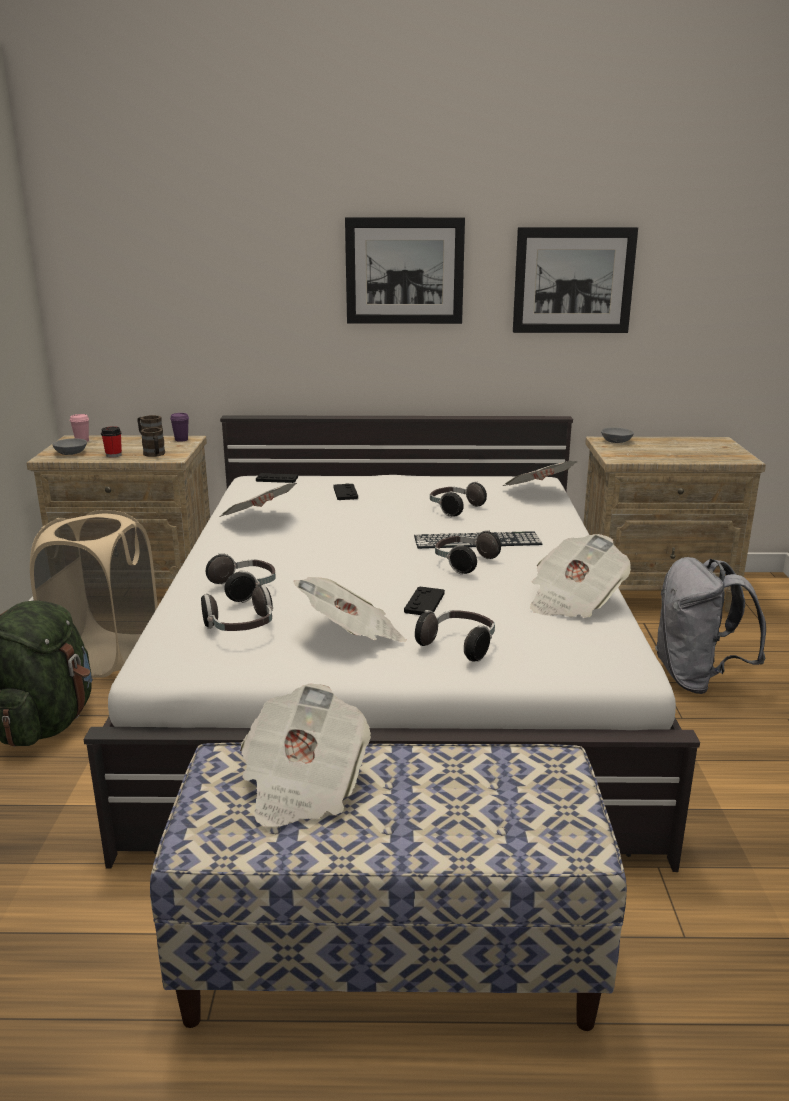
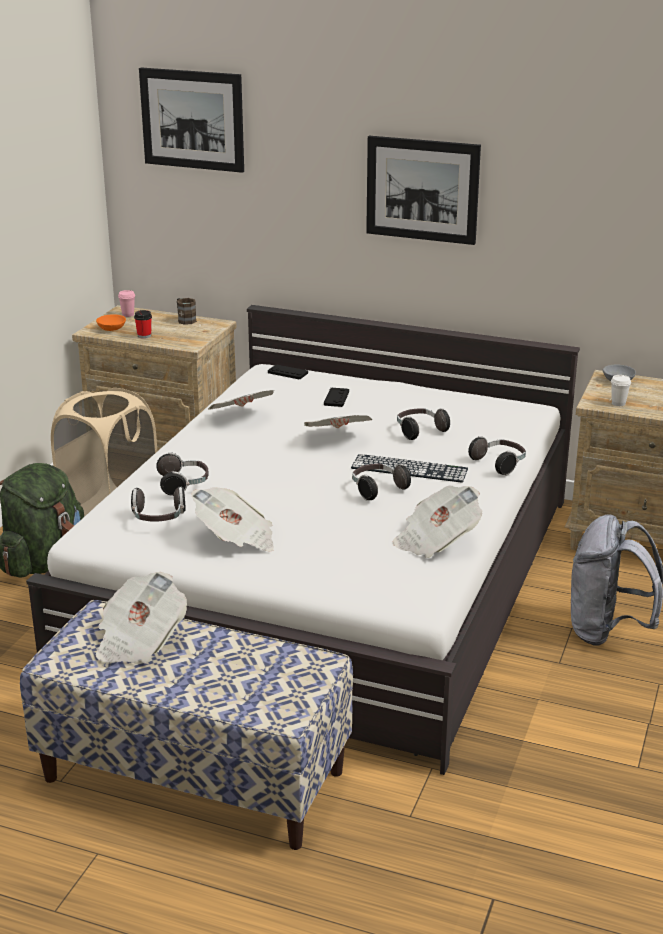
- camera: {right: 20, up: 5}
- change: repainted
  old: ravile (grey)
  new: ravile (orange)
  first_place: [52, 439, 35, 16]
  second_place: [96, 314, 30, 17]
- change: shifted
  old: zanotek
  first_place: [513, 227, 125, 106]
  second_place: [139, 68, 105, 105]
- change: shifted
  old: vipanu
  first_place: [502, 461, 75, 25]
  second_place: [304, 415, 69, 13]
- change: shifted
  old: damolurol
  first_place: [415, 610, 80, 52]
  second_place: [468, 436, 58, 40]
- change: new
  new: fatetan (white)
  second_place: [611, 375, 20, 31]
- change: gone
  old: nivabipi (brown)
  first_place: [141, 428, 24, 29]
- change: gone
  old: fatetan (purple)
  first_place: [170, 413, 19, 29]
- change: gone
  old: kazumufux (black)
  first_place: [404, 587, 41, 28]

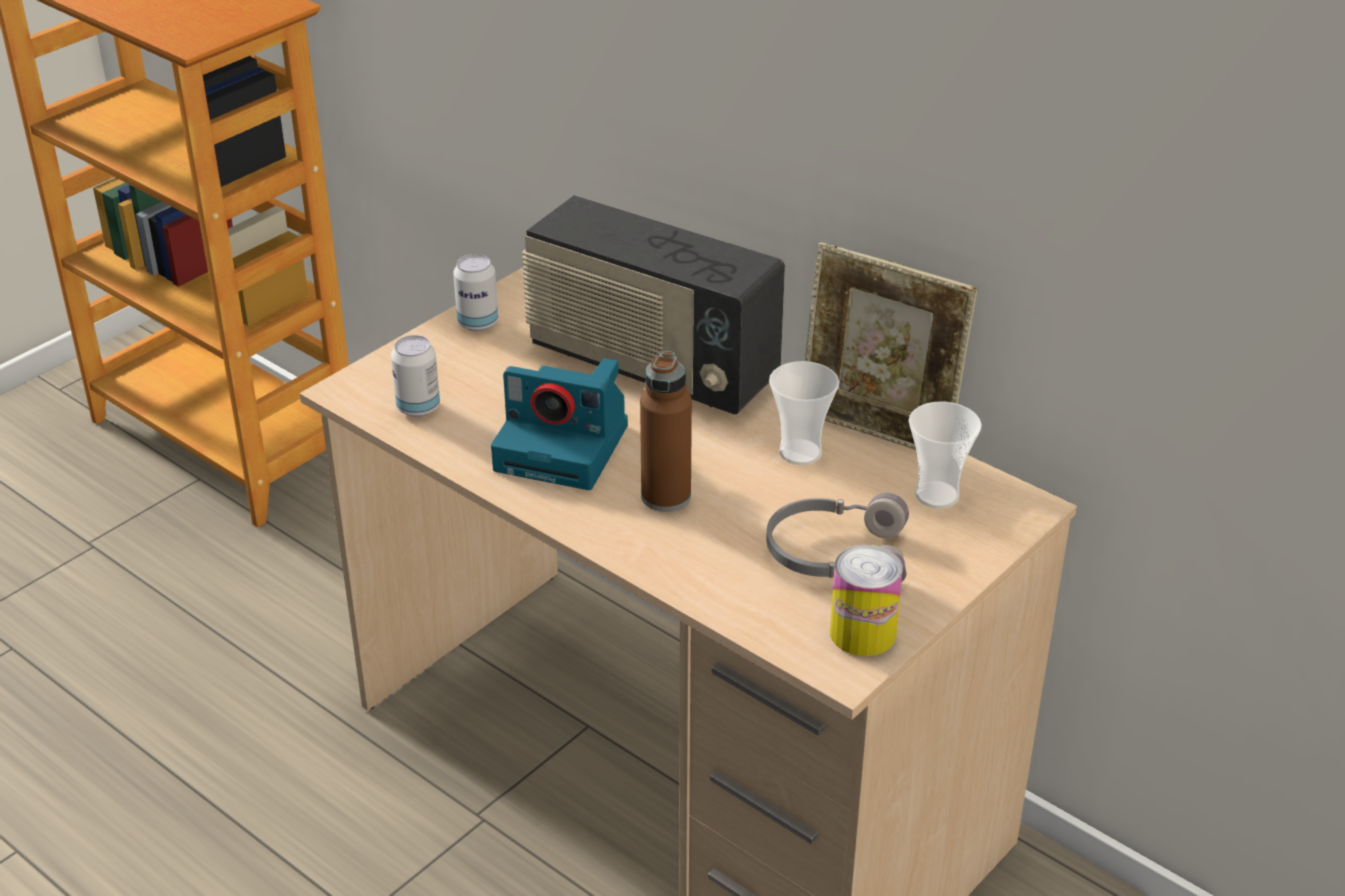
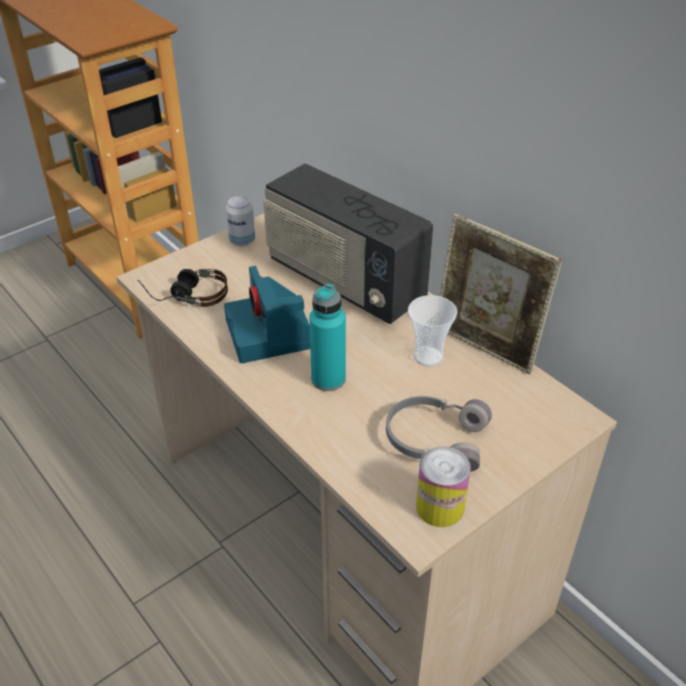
- camera: {right: 10, up: 5}
- change: swapped
  old: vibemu
  new: damolurol
  first_place: [391, 335, 49, 82]
  second_place: [137, 269, 91, 38]
- change: rotated
  old: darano
  first_place: [491, 358, 137, 132]
  second_place: [224, 266, 86, 97]
  degrees: 45
- change: repainted
  old: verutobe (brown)
  new: verutobe (turquoise)
  first_place: [640, 351, 52, 161]
  second_place: [309, 283, 37, 108]
- change: gone
  old: fatetan
  first_place: [909, 402, 72, 107]

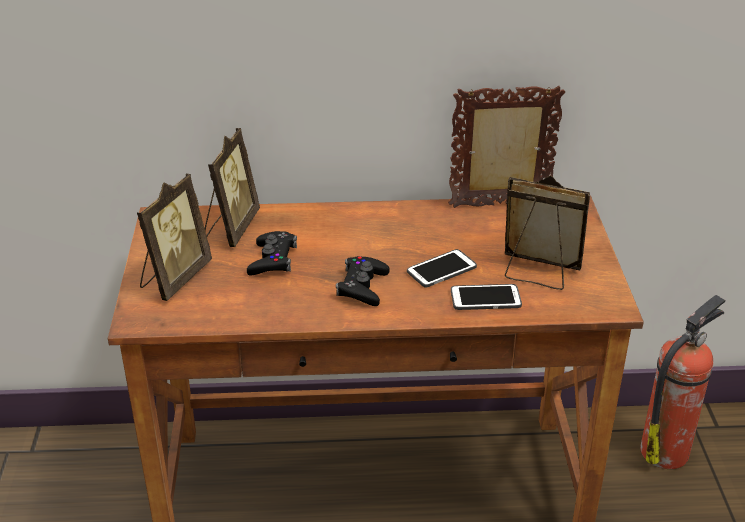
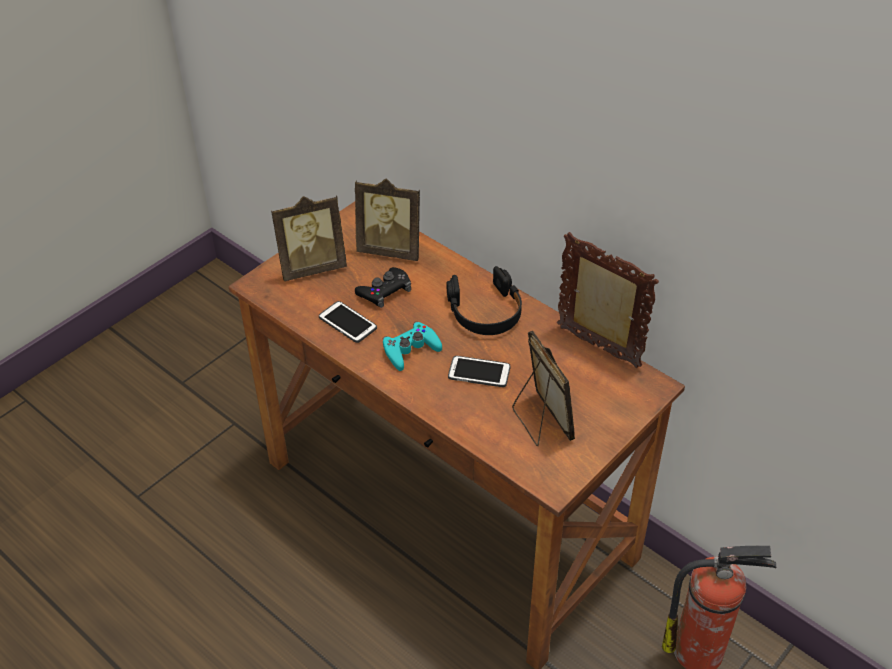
- camera: {right: 45, up: 10}
- change: shifted
  old: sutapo
  first_place: [451, 284, 71, 26]
  second_place: [319, 301, 58, 42]
- change: rotated
  old: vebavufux
  first_place: [205, 128, 55, 119]
  second_place: [355, 179, 65, 82]
  degrees: 45
- change: repainted
  old: kazumufux (black)
  new: kazumufux (turquoise)
  first_place: [336, 256, 53, 50]
  second_place: [383, 322, 59, 49]
- change: new
  new: damolurol (black)
  second_place: [447, 266, 75, 69]

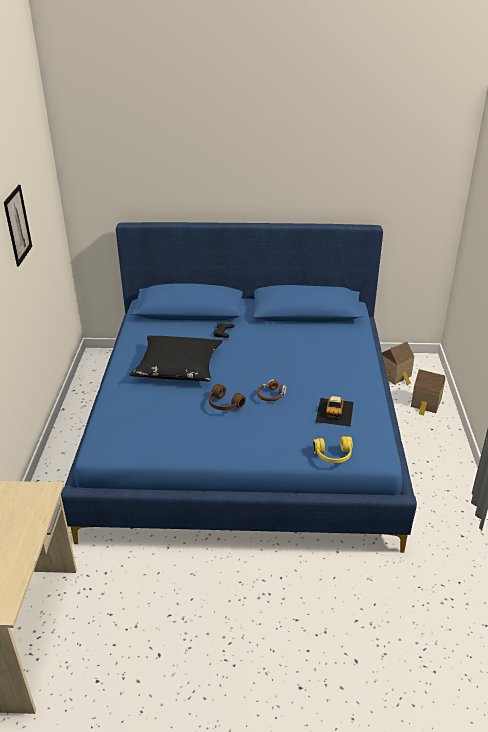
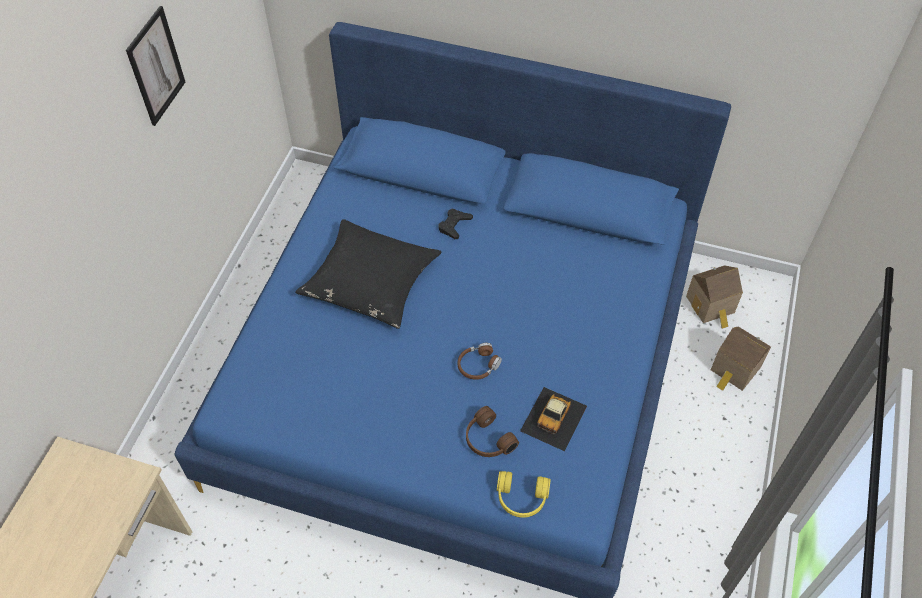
- camera: {right: 15, up: 20}
- change: shifted
  old: damolurol (brown)
  first_place: [209, 384, 37, 26]
  second_place: [466, 406, 53, 51]

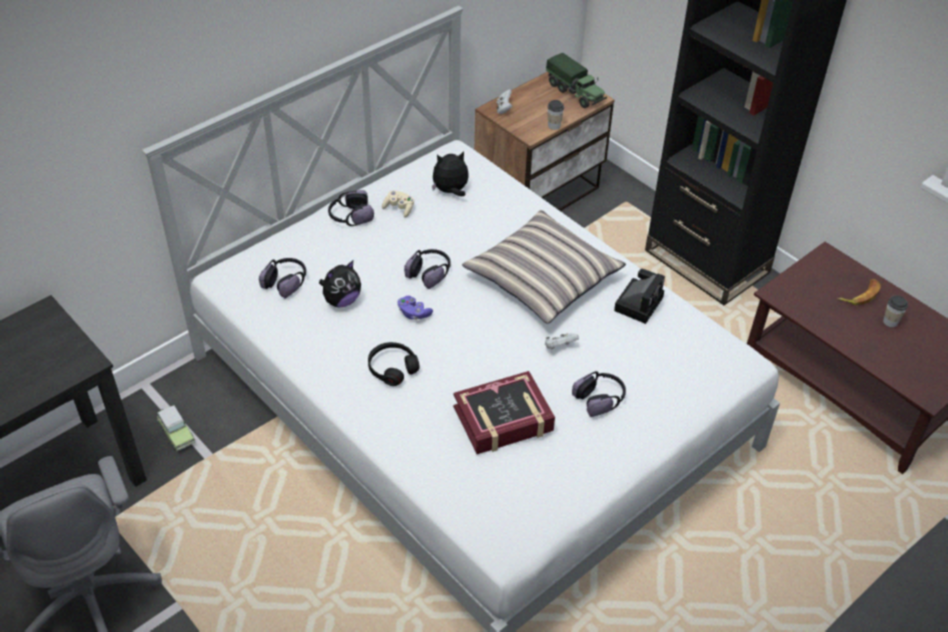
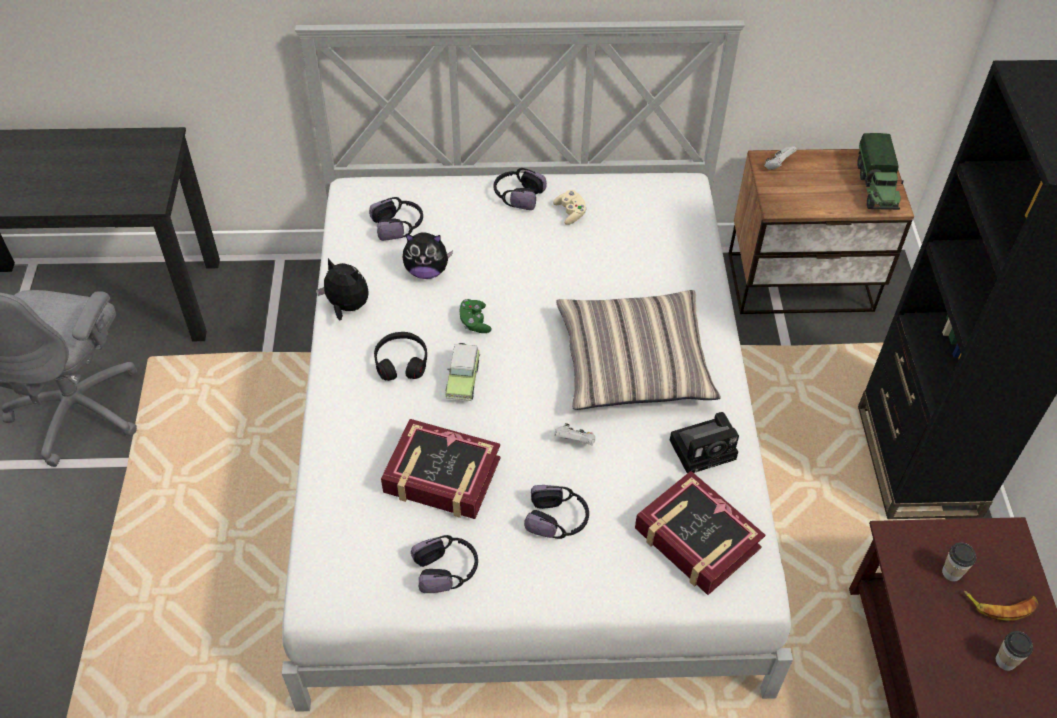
- camera: {right: 40, up: 5}
- change: shifted
  old: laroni
  first_place: [432, 151, 37, 46]
  second_place: [316, 258, 53, 63]
- change: shifted
  old: damolurol
  first_place: [404, 249, 47, 40]
  second_place: [411, 535, 67, 58]
- change: shifted
  old: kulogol
  first_place: [157, 405, 38, 46]
  second_place: [445, 343, 35, 58]
- change: repainted
  old: kazumufux (purple)
  new: kazumufux (green)
  first_place: [397, 296, 36, 24]
  second_place: [460, 299, 32, 34]
- change: new
  new: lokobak
  second_place: [635, 471, 130, 124]
- change: shifted
  old: fatetan
  first_place: [547, 100, 17, 30]
  second_place: [942, 543, 34, 39]

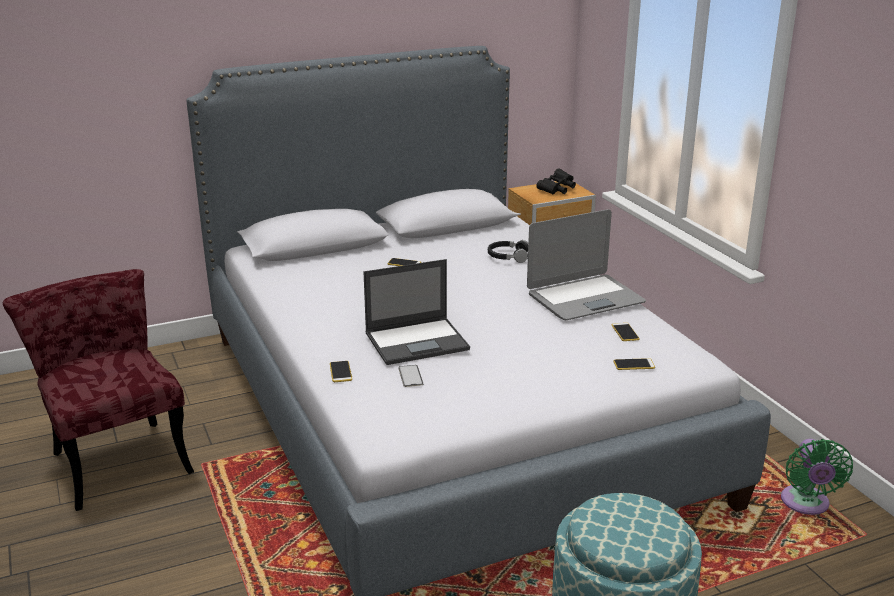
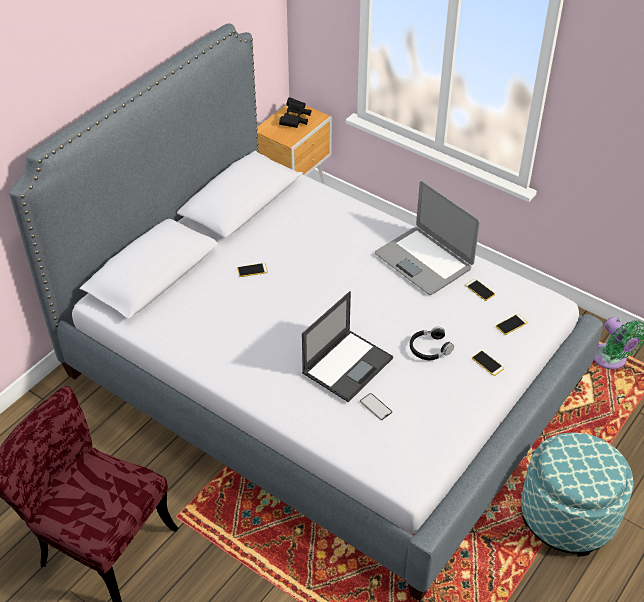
- camera: {right: -30, up: 20}
- change: rotated
  old: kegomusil
  first_place: [527, 209, 119, 111]
  second_place: [375, 181, 105, 114]
  degrees: 105
- change: shifted
  old: damolurol (black)
  first_place: [488, 240, 40, 23]
  second_place: [410, 327, 44, 33]
- change: shifted
  old: sutapo
  first_place: [330, 361, 22, 21]
  second_place: [472, 351, 32, 25]

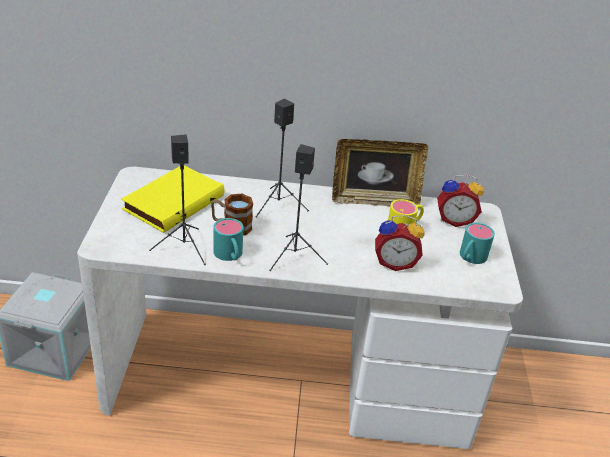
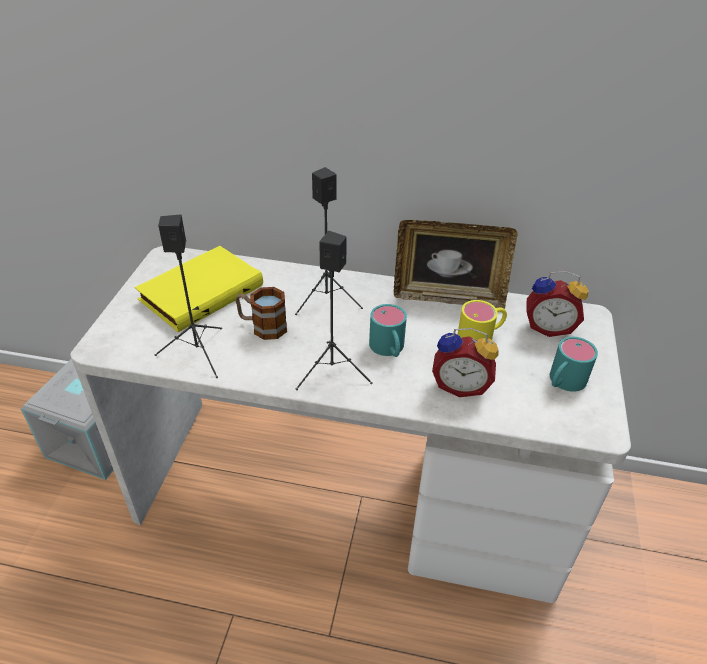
- camera: {right: 10, up: 5}
- change: shifted
  old: nivabipi (turquoise)
  first_place: [213, 218, 30, 43]
  second_place: [369, 304, 38, 53]

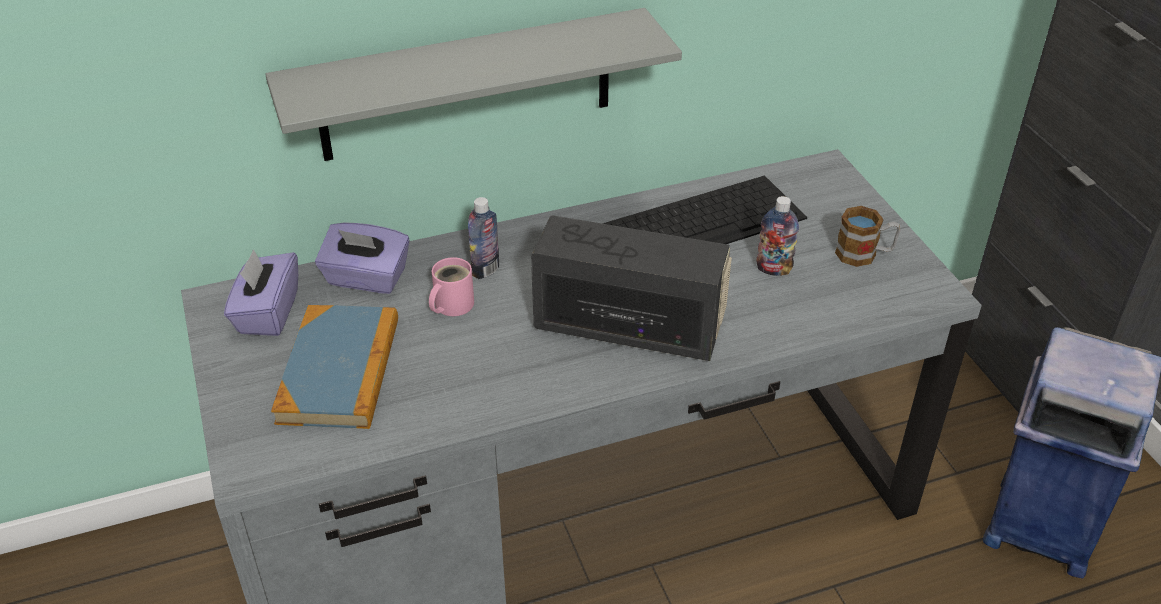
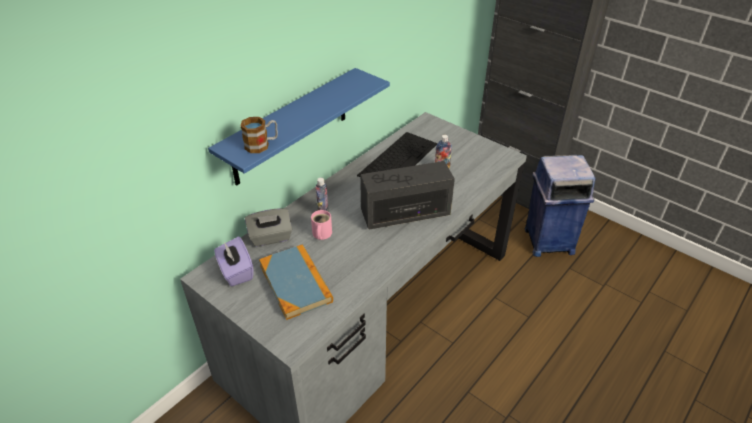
- camera: {right: -30, up: 0}
- change: repainted
  old: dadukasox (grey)
  new: dadukasox (blue)
  first_place: [265, 8, 417, 153]
  second_place: [208, 68, 182, 117]
- change: shifted
  old: nivabipi
  first_place: [835, 206, 66, 61]
  second_place: [241, 117, 37, 36]
- change: repainted
  old: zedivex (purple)
  new: zedivex (grey)
  first_place: [315, 222, 95, 72]
  second_place: [245, 208, 47, 39]

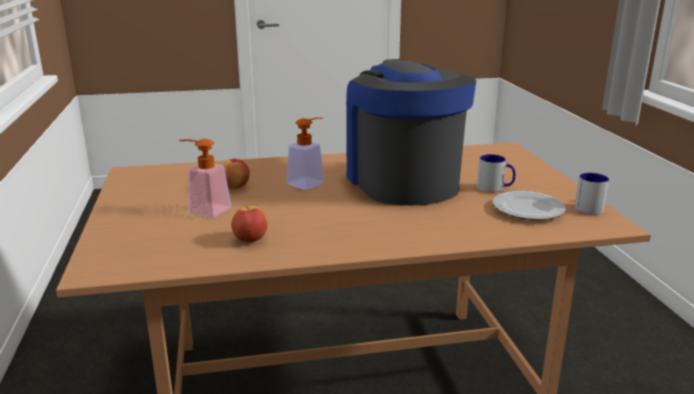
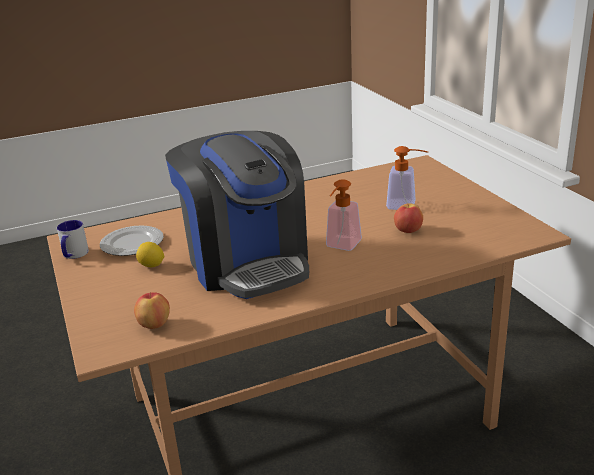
- camera: {right: 170, up: 5}
- change: shifted
  old: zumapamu
  first_place: [231, 206, 36, 36]
  second_place: [134, 292, 36, 37]
- change: swapped
  old: nivabipi
  new: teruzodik
  first_place: [477, 154, 38, 39]
  second_place: [136, 242, 28, 25]

